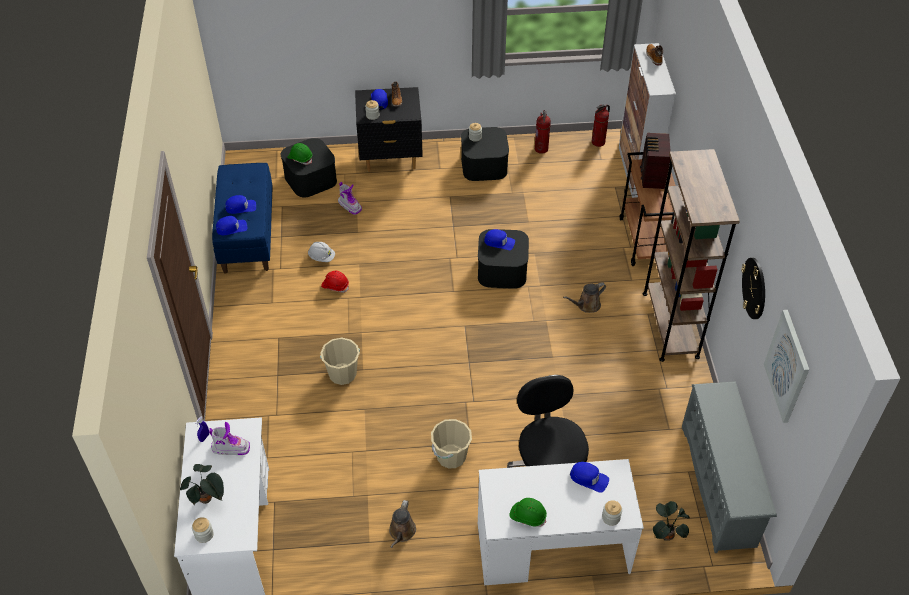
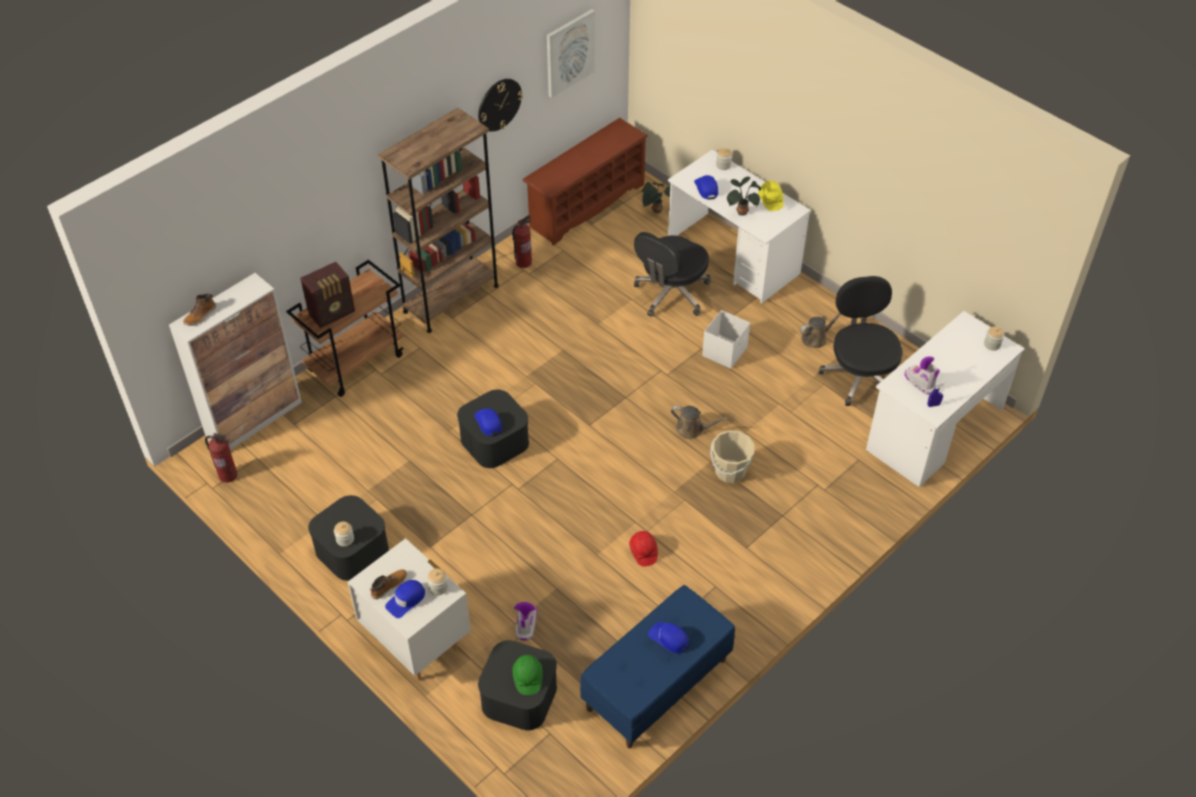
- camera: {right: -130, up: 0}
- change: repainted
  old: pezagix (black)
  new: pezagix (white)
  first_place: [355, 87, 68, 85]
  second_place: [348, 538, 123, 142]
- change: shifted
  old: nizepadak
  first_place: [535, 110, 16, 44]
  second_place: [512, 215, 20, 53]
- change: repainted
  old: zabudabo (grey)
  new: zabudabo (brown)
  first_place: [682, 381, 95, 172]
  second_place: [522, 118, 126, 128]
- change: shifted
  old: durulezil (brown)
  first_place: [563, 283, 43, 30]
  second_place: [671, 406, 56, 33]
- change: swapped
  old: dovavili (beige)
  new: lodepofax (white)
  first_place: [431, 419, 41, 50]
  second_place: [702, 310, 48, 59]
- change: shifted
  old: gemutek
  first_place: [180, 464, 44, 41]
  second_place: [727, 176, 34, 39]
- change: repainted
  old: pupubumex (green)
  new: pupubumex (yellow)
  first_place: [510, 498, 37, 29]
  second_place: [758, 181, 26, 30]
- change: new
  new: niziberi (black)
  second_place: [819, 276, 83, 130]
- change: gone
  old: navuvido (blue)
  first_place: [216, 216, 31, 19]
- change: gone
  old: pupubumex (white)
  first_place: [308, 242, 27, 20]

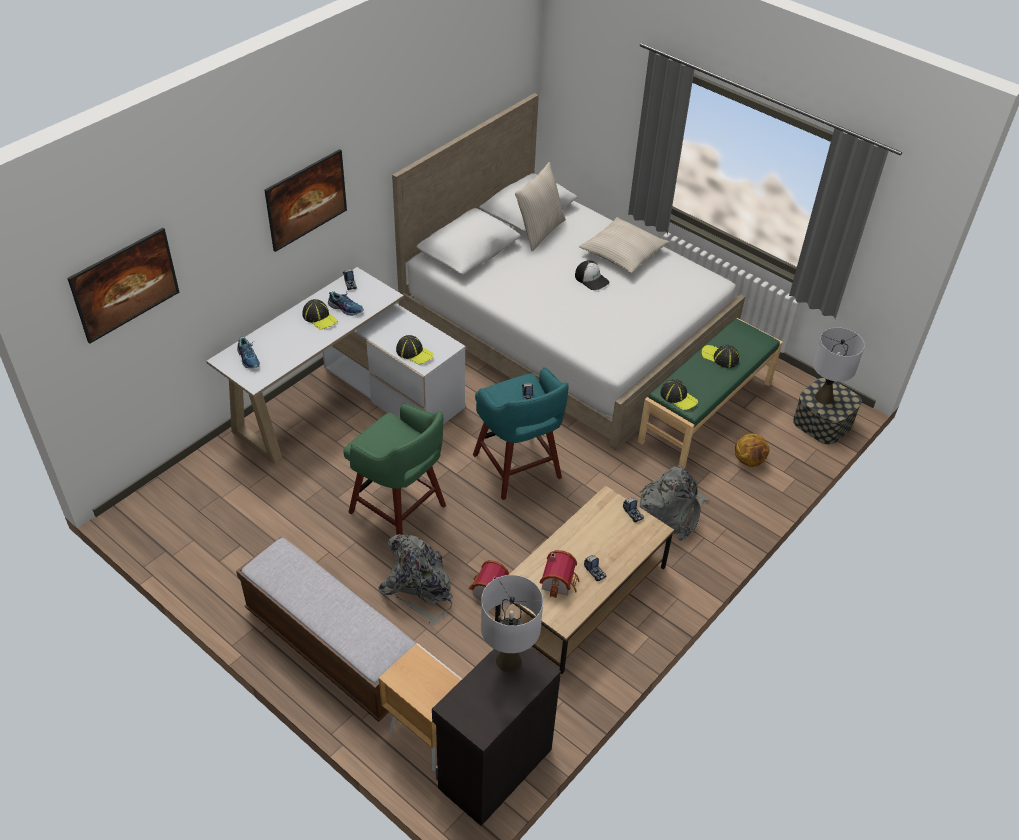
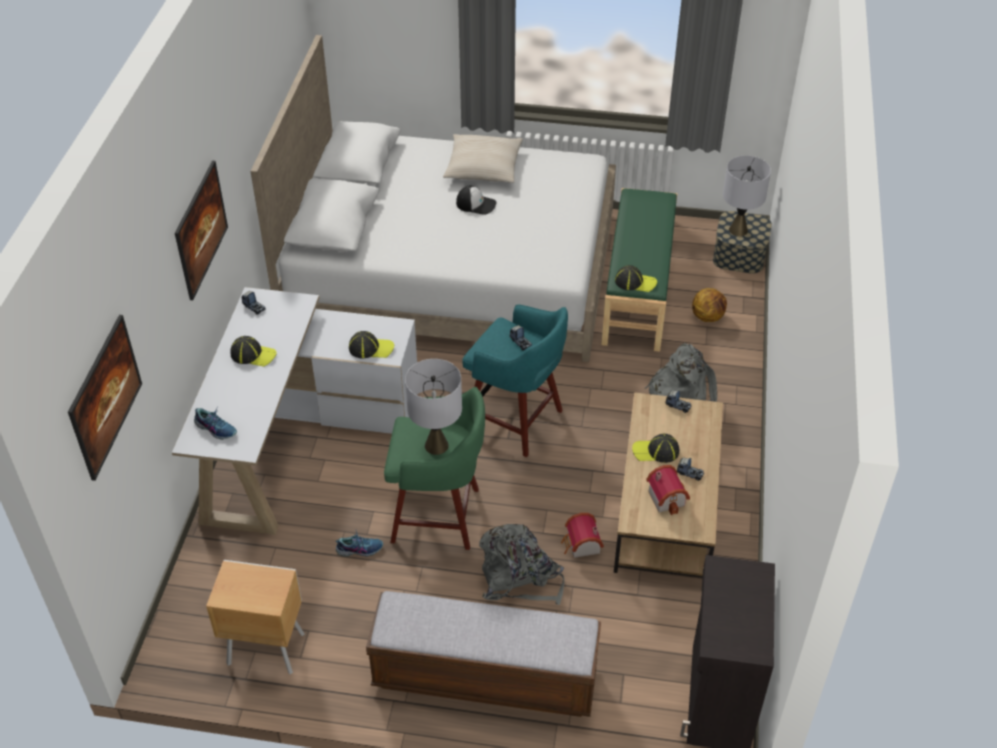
- camera: {right: -30, up: 0}
- change: shifted
  old: pezagix (brown)
  first_place: [379, 643, 83, 128]
  second_place: [206, 560, 99, 114]
- change: shifted
  old: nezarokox
  first_place: [328, 290, 36, 26]
  second_place: [336, 531, 47, 25]
- change: shifted
  old: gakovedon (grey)
  first_place: [481, 575, 62, 97]
  second_place: [405, 359, 57, 96]
- change: shifted
  old: navuvido
  first_place: [702, 345, 37, 23]
  second_place: [632, 434, 47, 29]
- change: gone
  old: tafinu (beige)
  first_place: [515, 162, 51, 89]

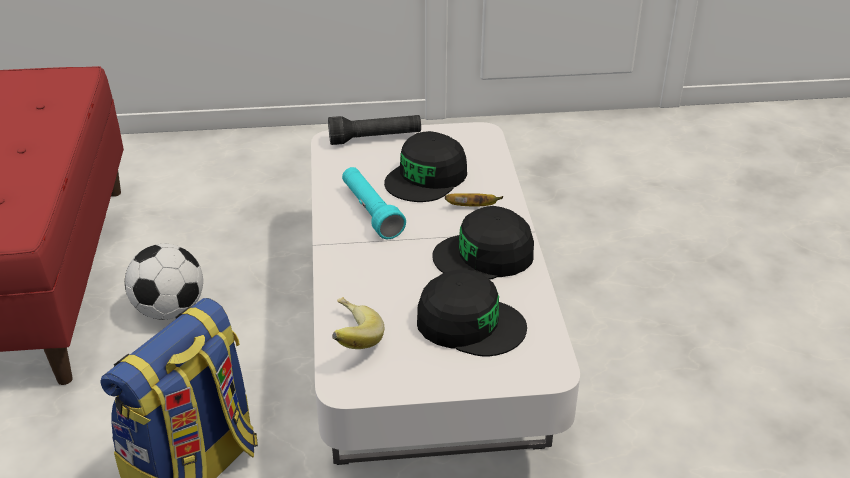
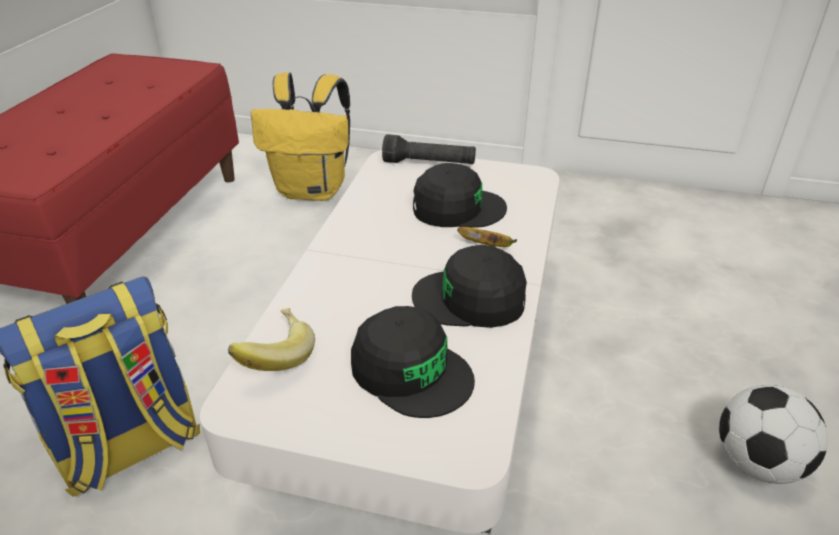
- camera: {right: 20, up: 0}
- change: new
  new: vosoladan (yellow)
  second_place: [251, 72, 99, 129]
- change: rotated
  old: navuvido (black)
  first_place: [384, 131, 83, 71]
  second_place: [413, 163, 94, 65]
  degrees: -150
- change: shifted
  old: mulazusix
  first_place: [125, 244, 78, 76]
  second_place: [719, 385, 109, 99]
- change: gone
  old: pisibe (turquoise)
  first_place: [342, 167, 64, 72]

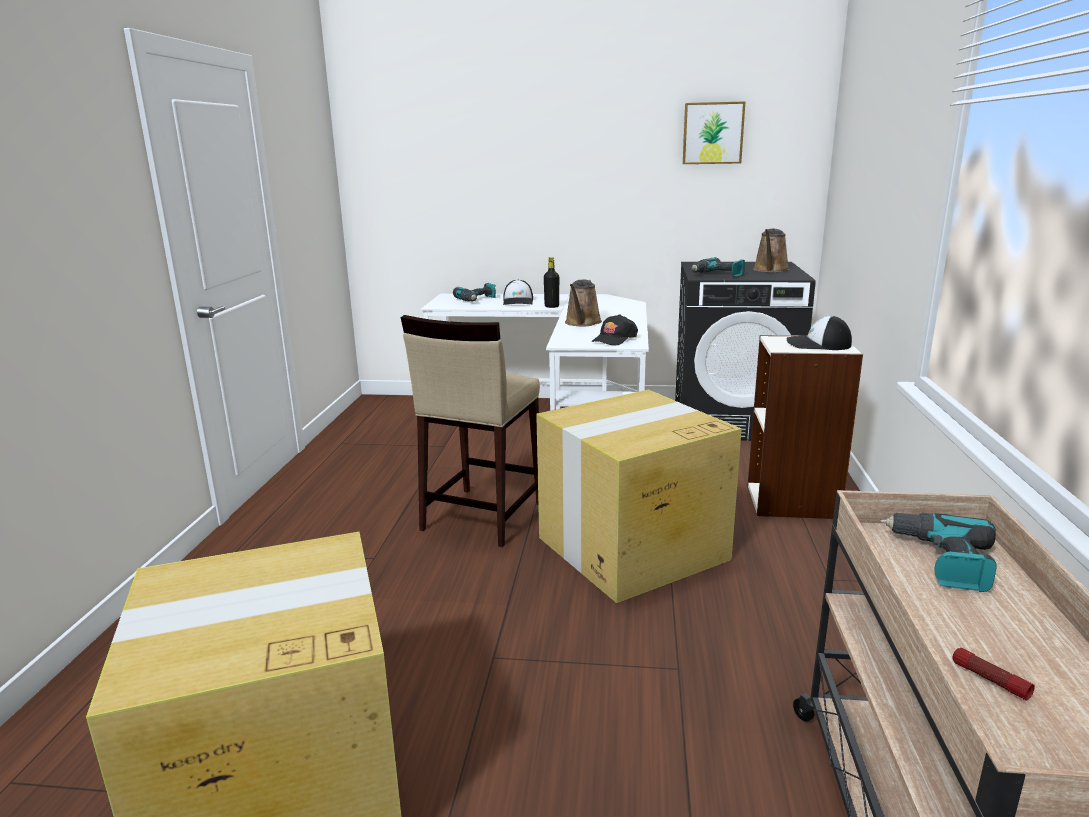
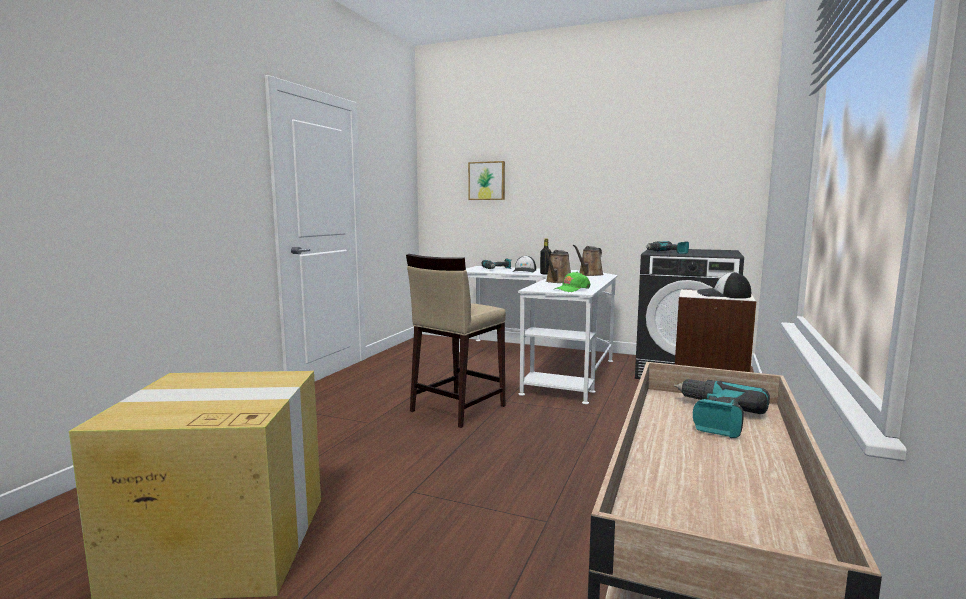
- camera: {right: 15, up: -10}
- change: shifted
  old: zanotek
  first_place: [683, 102, 62, 62]
  second_place: [468, 161, 37, 39]
- change: repainted
  old: navuvido (black)
  new: navuvido (green)
  first_place: [591, 314, 47, 32]
  second_place: [555, 272, 35, 20]
- change: shifted
  old: durulezil (brown)
  first_place: [753, 228, 36, 44]
  second_place: [573, 245, 31, 31]
- change: gone
  old: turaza
  first_place: [536, 390, 206, 213]
- change: gone
  old: pisibe
  first_place: [952, 648, 83, 53]

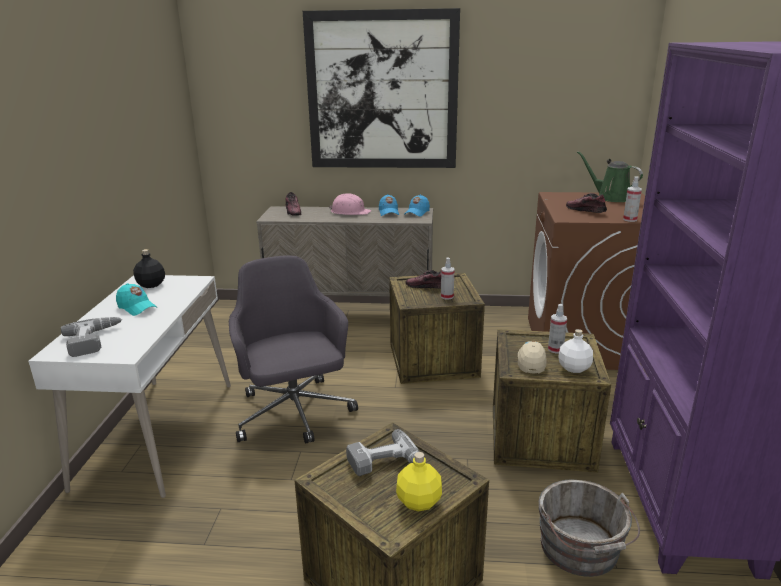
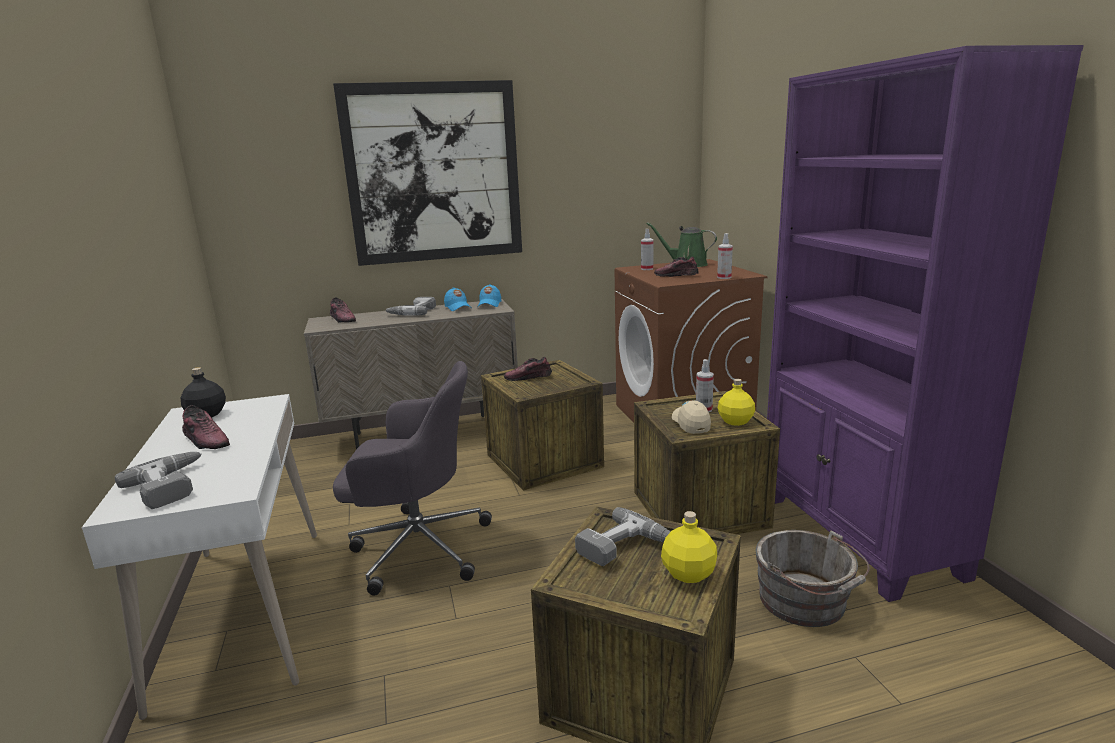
- camera: {right: -20, up: -5}
- change: swapped
  old: navuvido (turquoise)
  new: nezarokox
  first_place: [116, 283, 41, 33]
  second_place: [182, 405, 48, 44]
- change: rotated
  old: niziberi (grey)
  first_place: [229, 255, 129, 188]
  second_place: [333, 361, 159, 234]
  degrees: 135
- change: swapped
  old: pupubumex (pink)
  new: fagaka
  first_place: [329, 193, 42, 22]
  second_place: [385, 297, 51, 19]
- change: shifted
  old: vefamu
  first_place: [441, 258, 13, 42]
  second_place: [641, 229, 13, 41]
- change: repainted
  old: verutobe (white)
  new: verutobe (yellow)
  first_place: [558, 329, 35, 44]
  second_place: [718, 379, 37, 47]

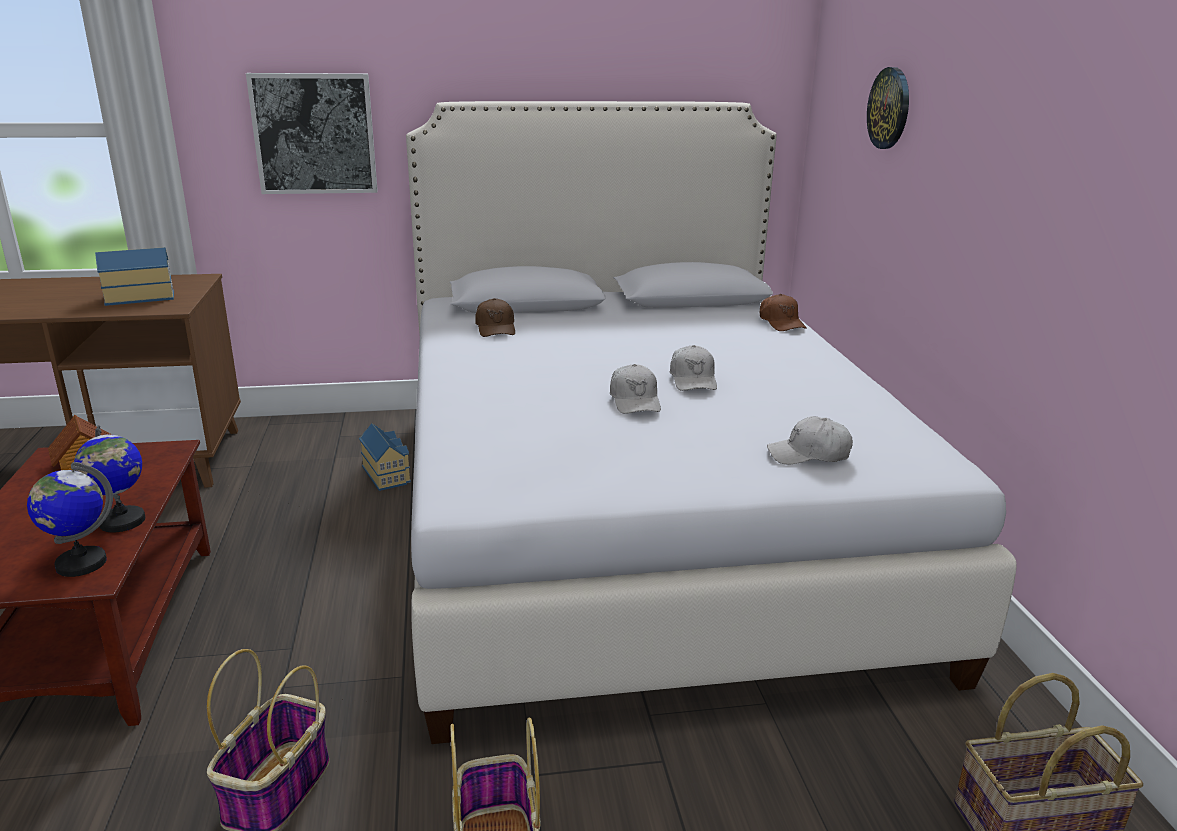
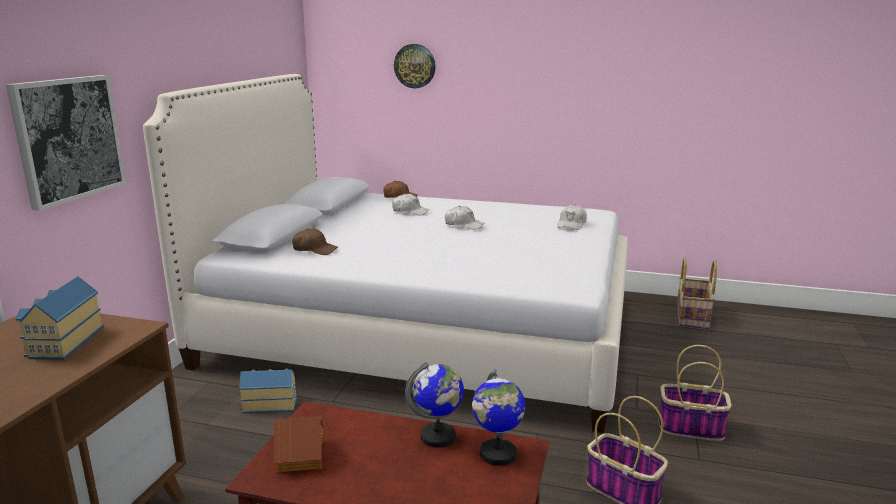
- camera: {right: -65, up: -5}
- change: shifted
  old: navuvido (white)
  first_place: [610, 364, 51, 50]
  second_place: [392, 193, 38, 22]

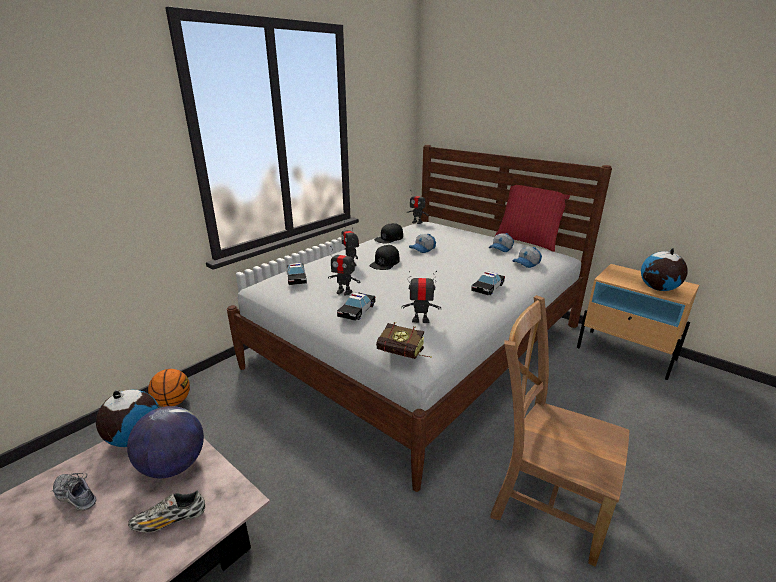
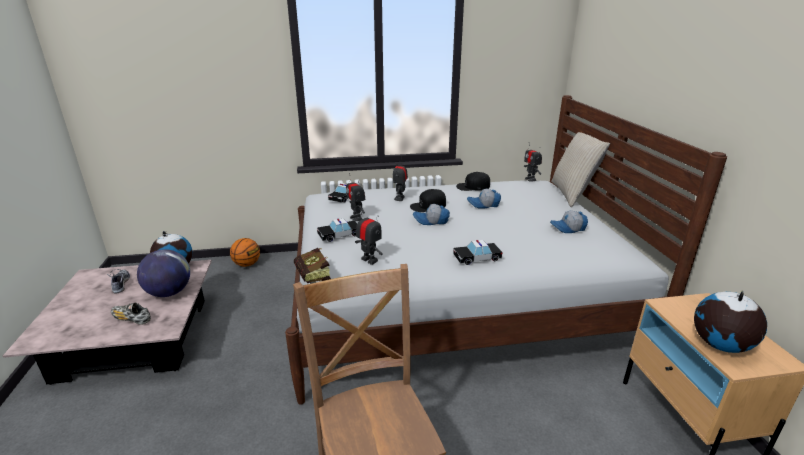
- camera: {right: 40, up: 0}
- change: shifted
  old: navuvido
  first_place: [512, 247, 30, 21]
  second_place: [413, 204, 37, 21]
- change: new
  new: tafinu (beige)
  second_place: [551, 132, 59, 75]
- change: gone
  old: tafinu (red)
  first_place: [495, 185, 75, 67]

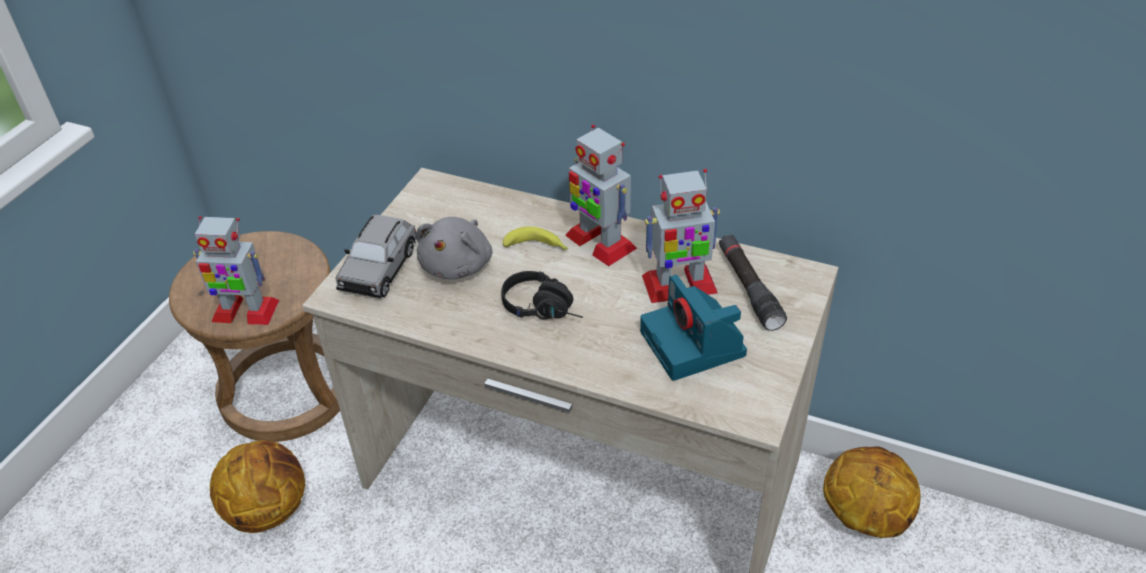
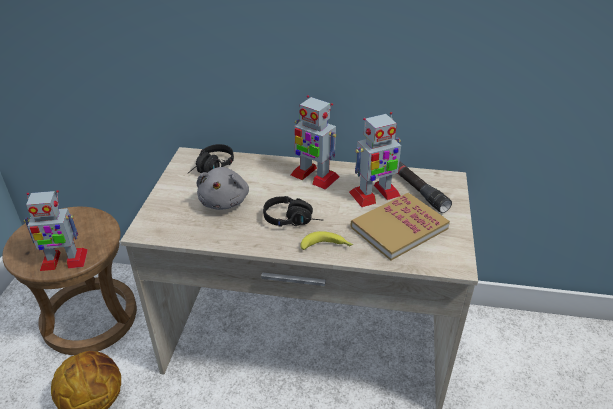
- camera: {right: -15, up: -5}
- change: new
  new: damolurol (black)
  second_place: [188, 144, 46, 29]
- change: shifted
  old: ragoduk
  first_place: [503, 226, 66, 25]
  second_place: [301, 231, 52, 19]
- change: swapped
  old: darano
  new: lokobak
  first_place: [640, 274, 107, 107]
  second_place: [350, 193, 100, 68]
- change: gone
  old: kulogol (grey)
  first_place: [336, 214, 81, 84]
- change: gone
  old: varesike
  first_place: [823, 446, 98, 92]

